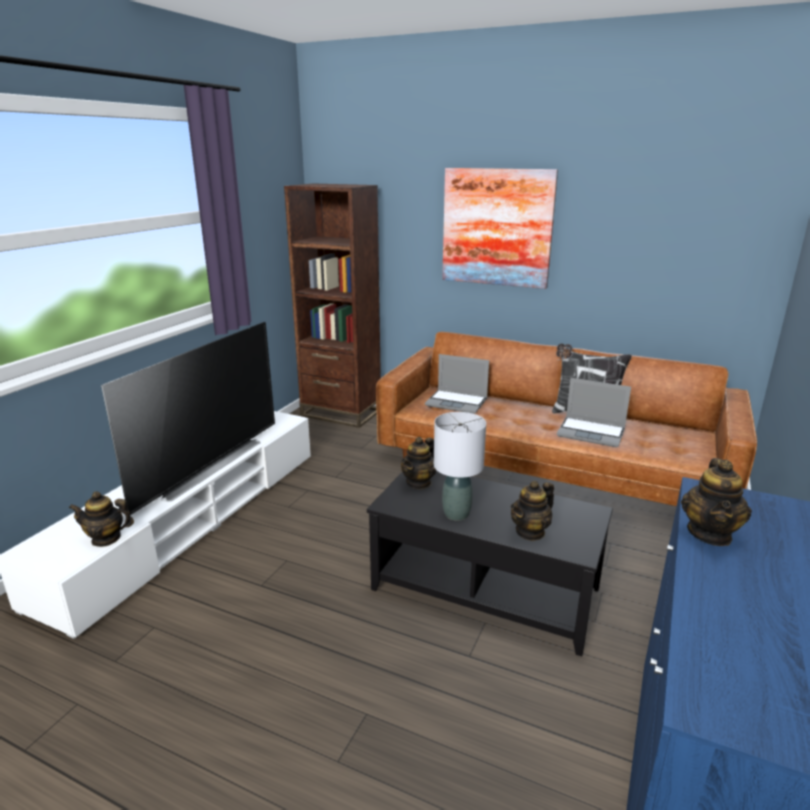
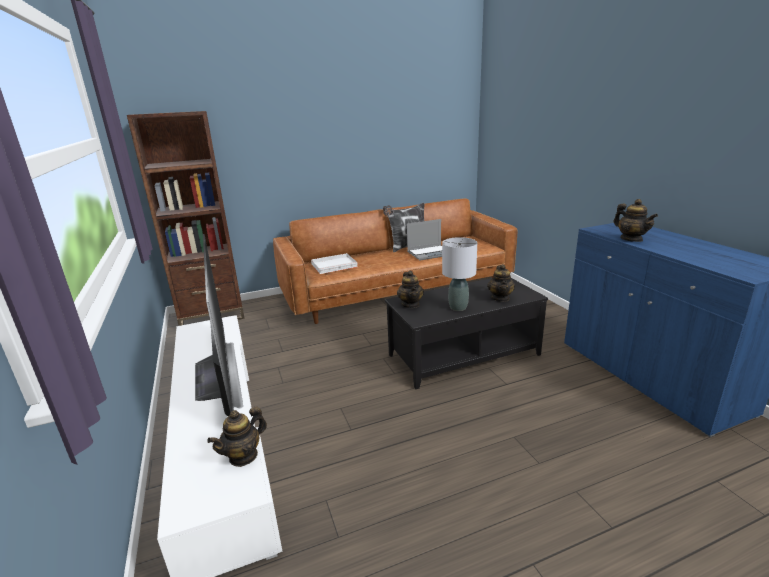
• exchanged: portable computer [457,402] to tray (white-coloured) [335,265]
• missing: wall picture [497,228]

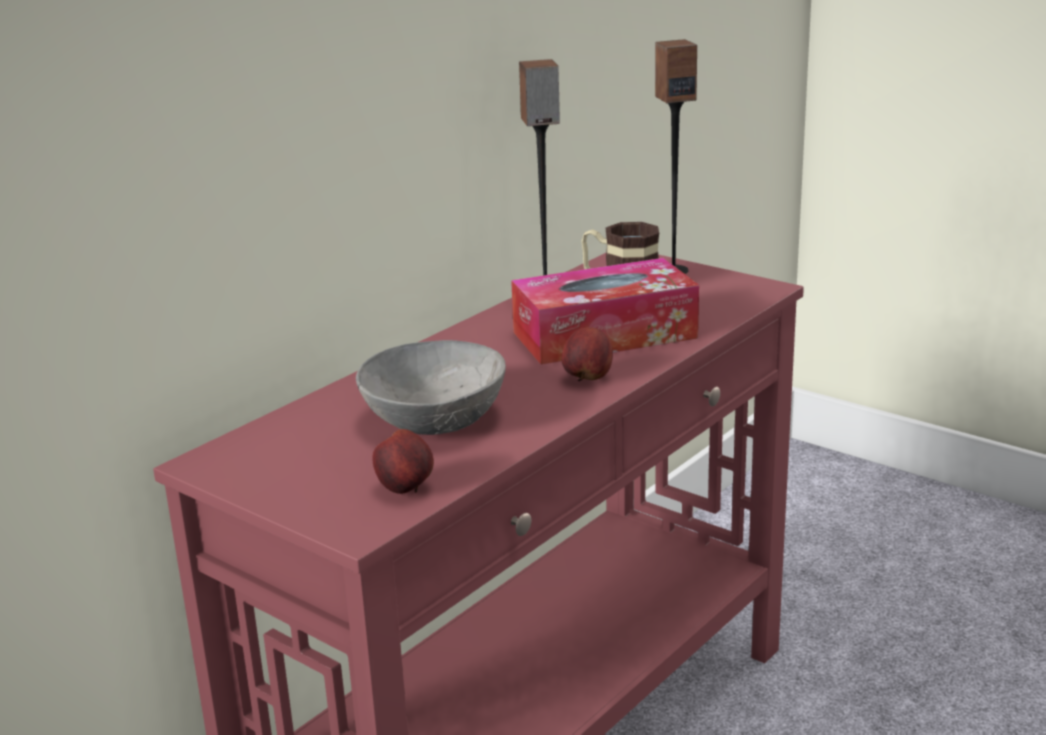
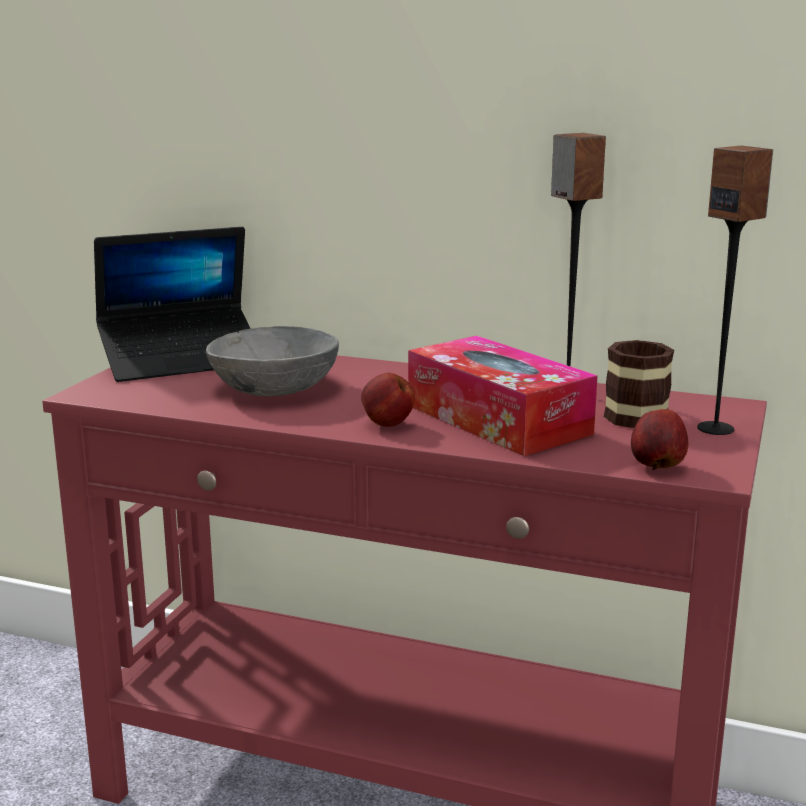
• appeared: portable computer [182,360]
• relocated: apple [406,489] to [657,467]

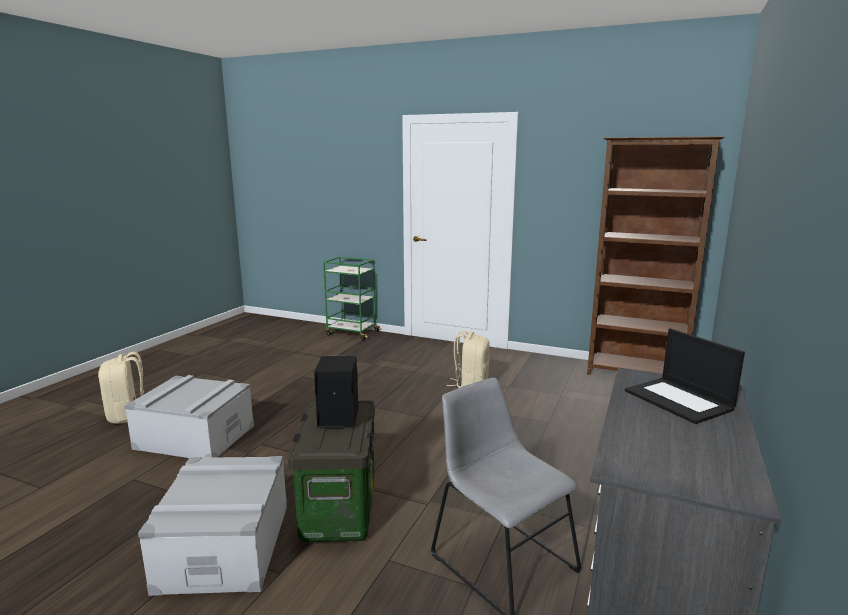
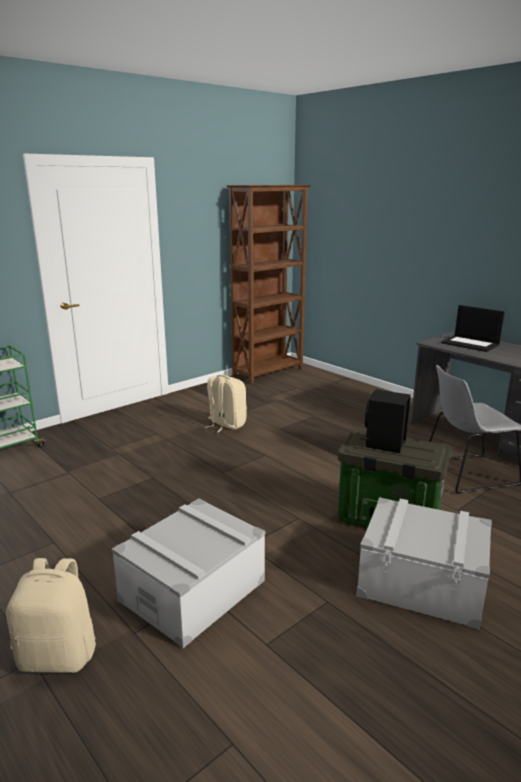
• spun: portable computer [679,400] = [471,344] 45 degrees clockwise

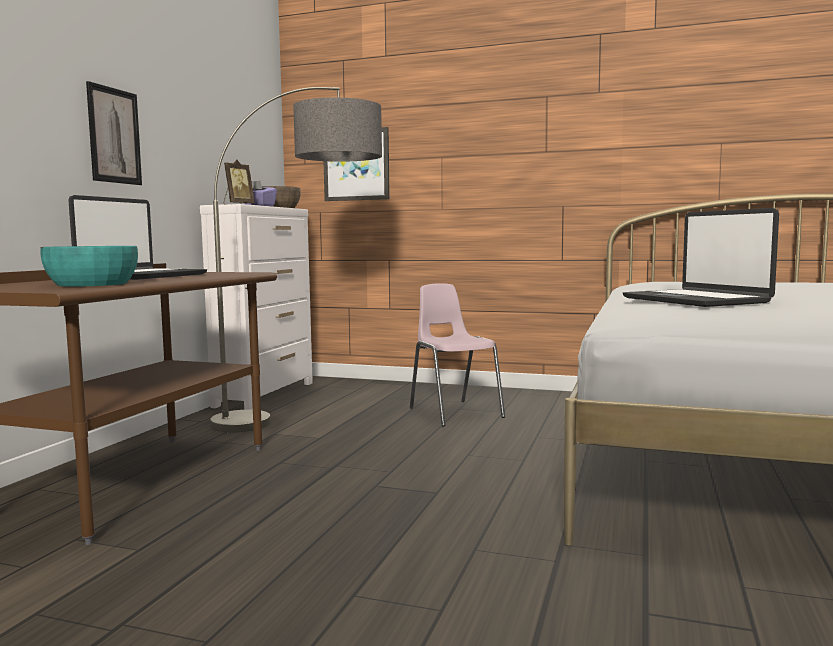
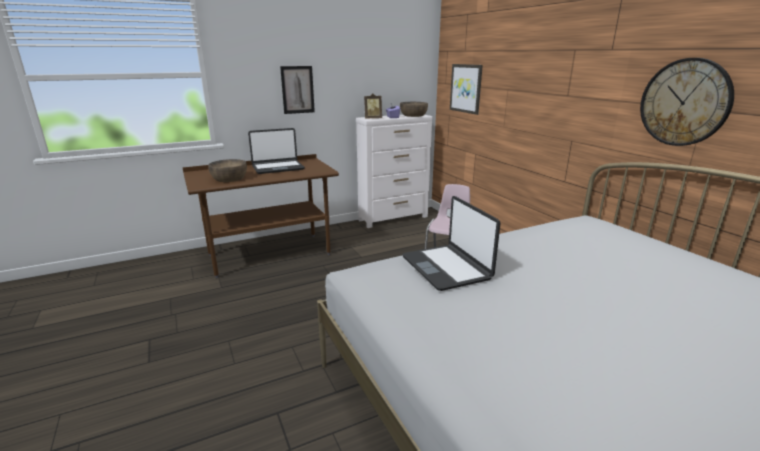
• colour: serving bowl (turquoise-coloured) [92,284] to serving bowl (brownish) [229,178]
• spun: portable computer [695,300] = [446,267] 45 degrees counterclockwise
• appeared: hanging clock [684,102]
• missing: floor lamp [311,418]

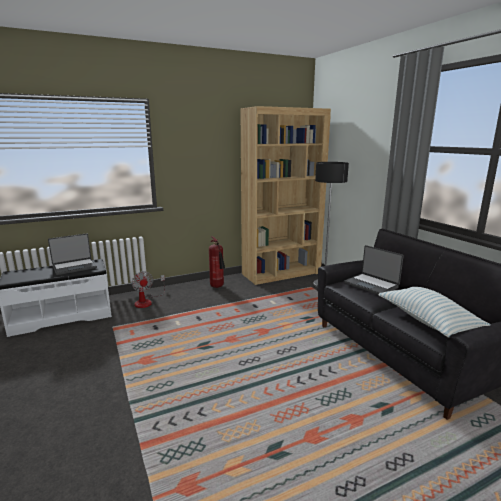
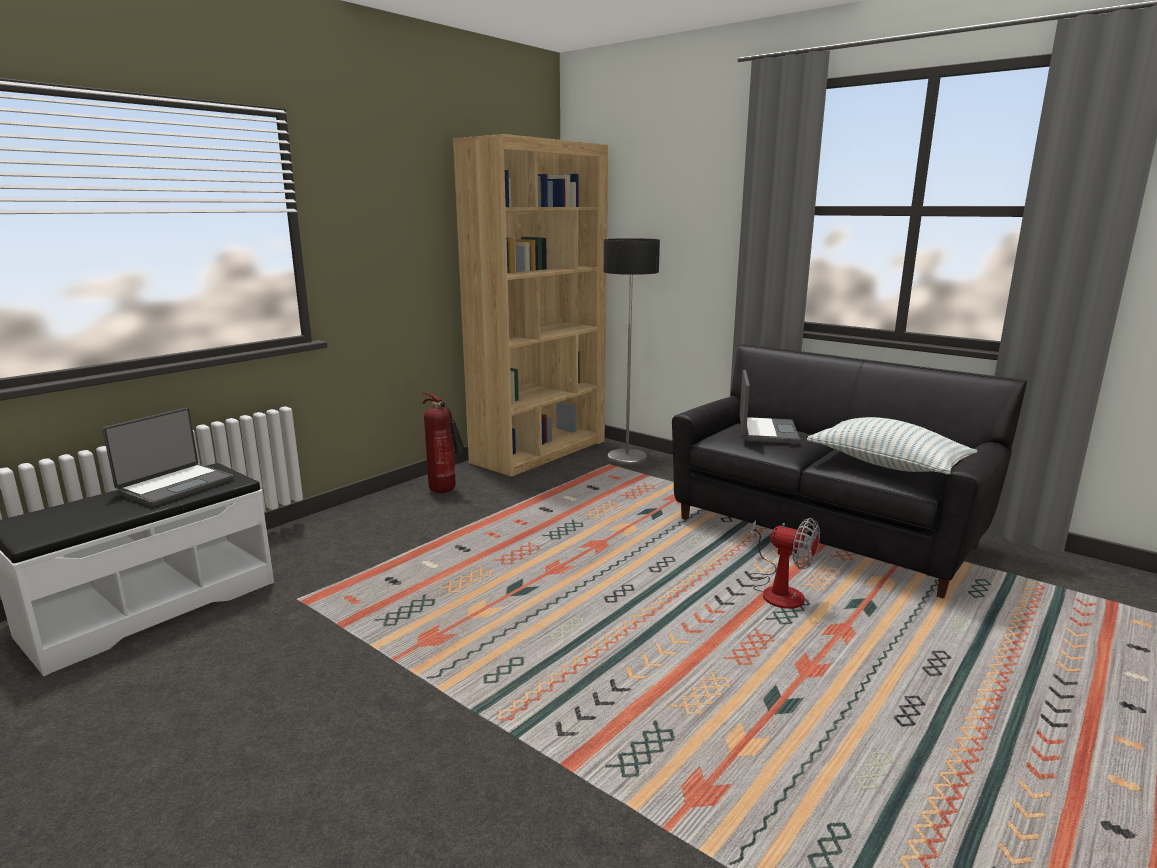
• spun: portable computer [372,285] = [766,432] 105 degrees counterclockwise
• relocated: cooling fan [147,301] to [778,591]

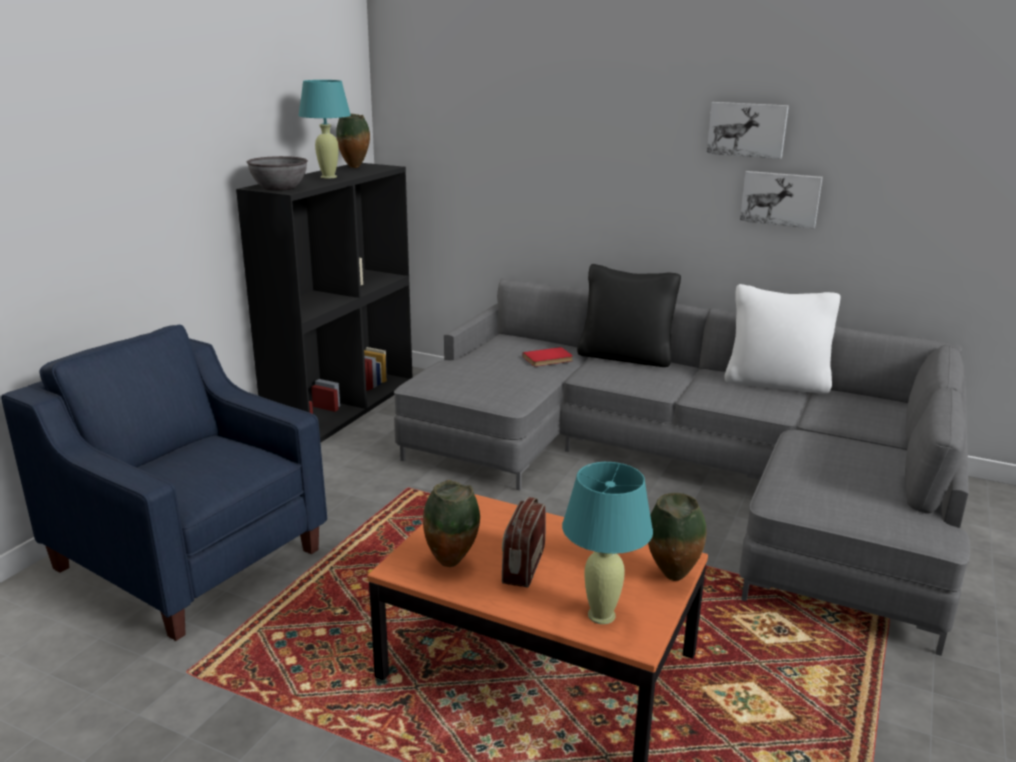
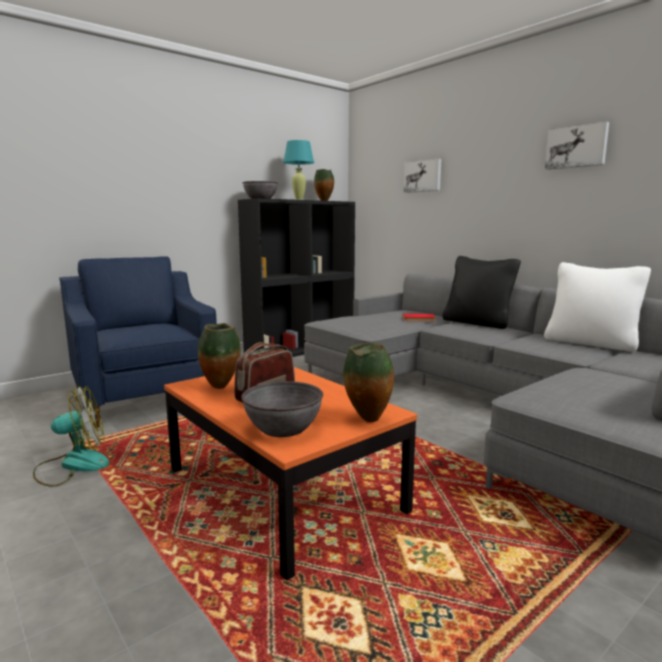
• appeared: cooling fan [73,465]
• exchanged: lamp for a table (turquoise-coloured) [602,615] to serving bowl (gray) [283,428]
• relocated: wall picture [780,198] to [423,176]

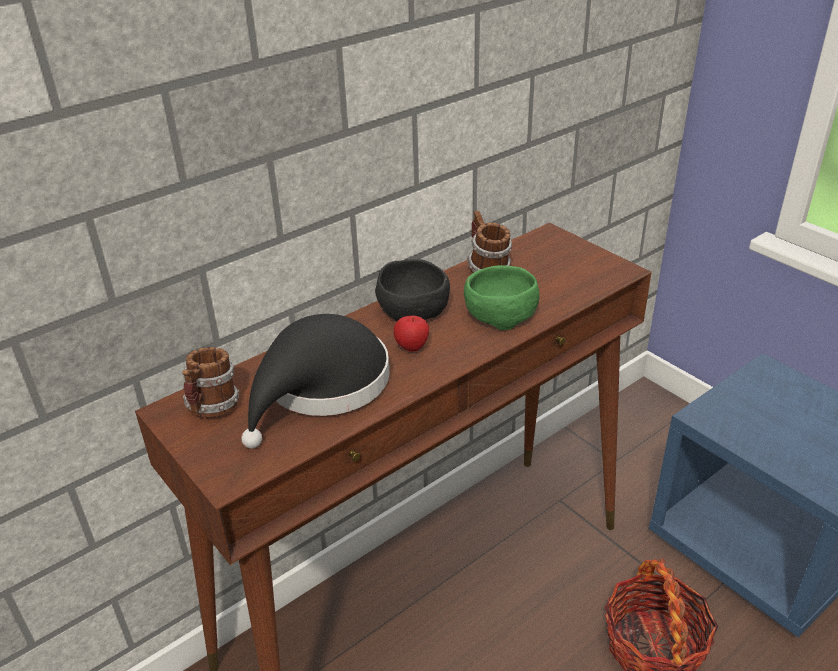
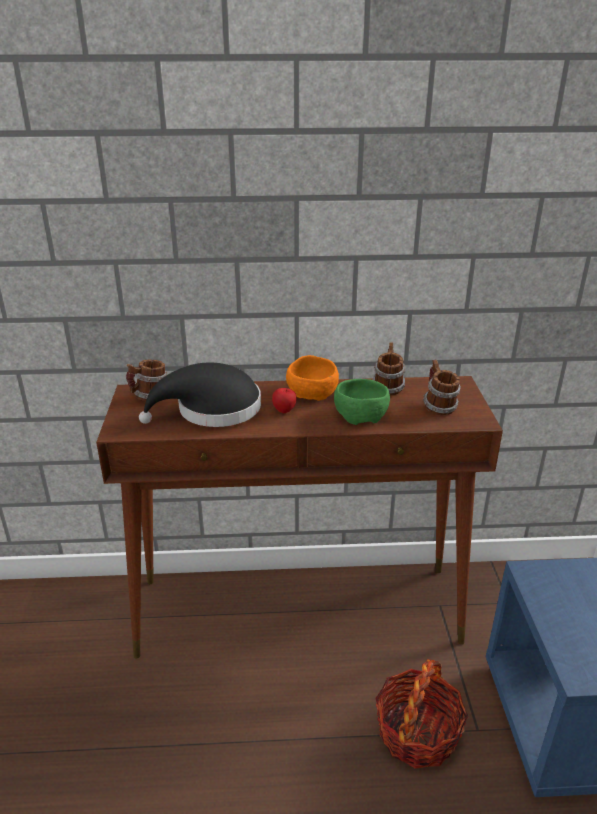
• colour: serving bowl (black-coloured) [414,310] to serving bowl (orange) [312,393]
• appeared: tea mug [438,407]

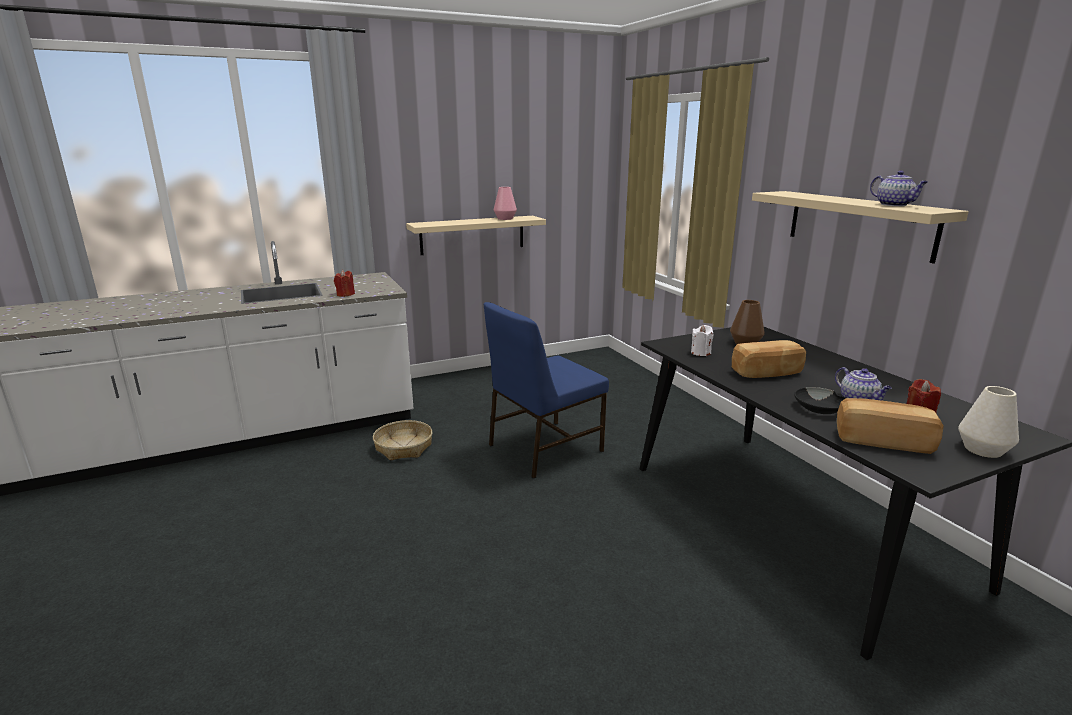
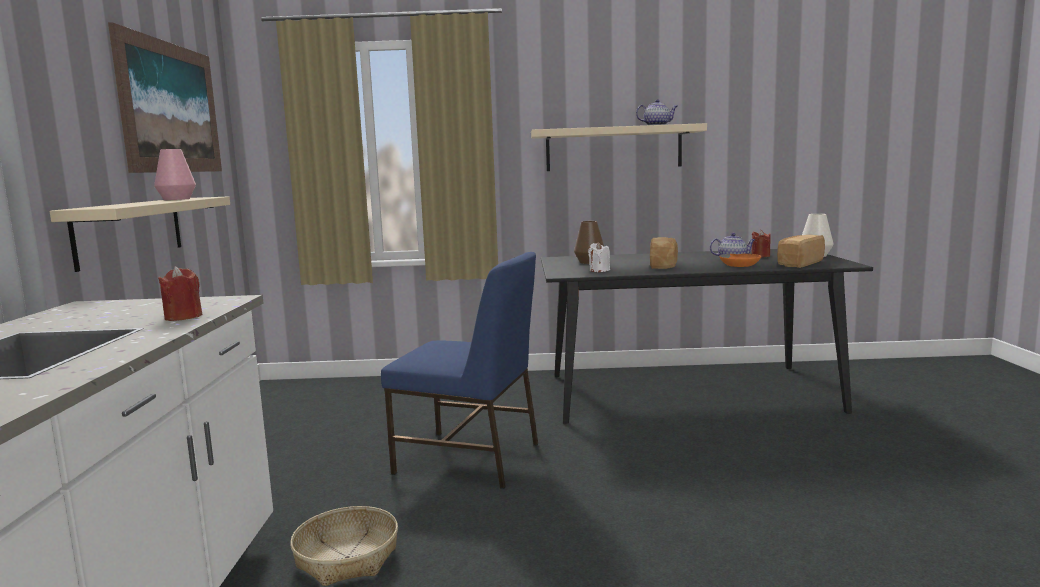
• appeared: wall picture [171,108]
• spun: plain chair (blue) [543,448] = [470,459] 60 degrees counterclockwise
• colour: serving bowl (black-coloured) [820,408] to serving bowl (orange) [740,265]

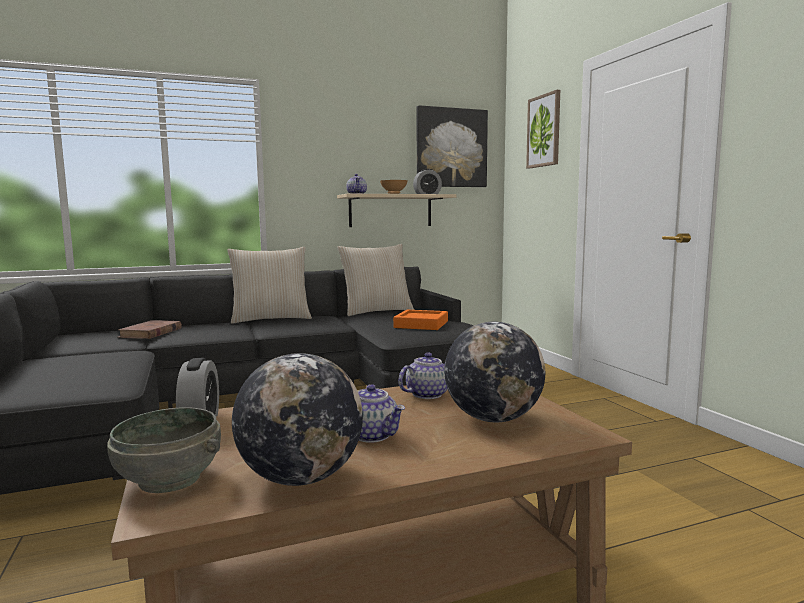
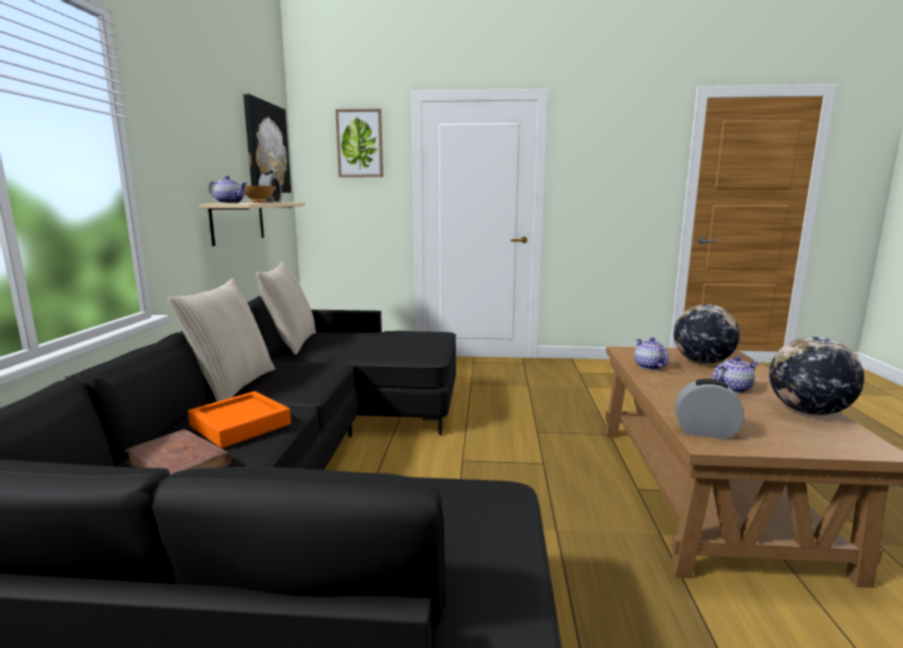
• relocated: tray (orange) [421,324] to [240,425]
• missing: serving bowl (gray) [171,478]

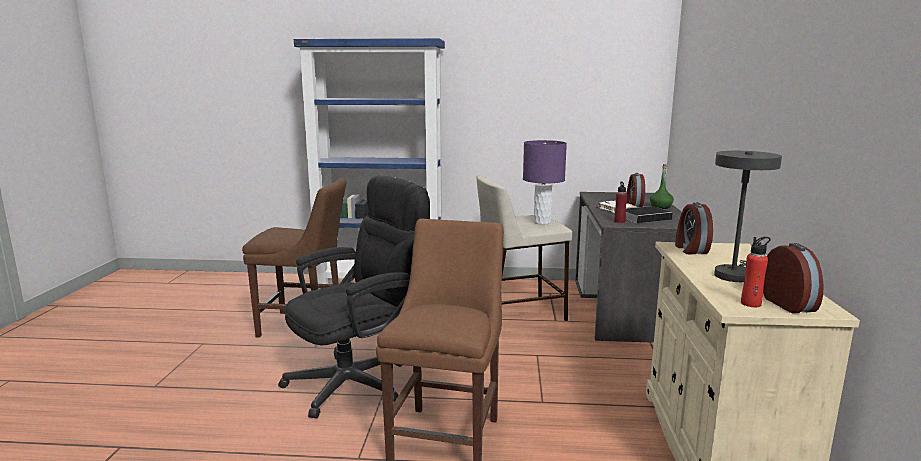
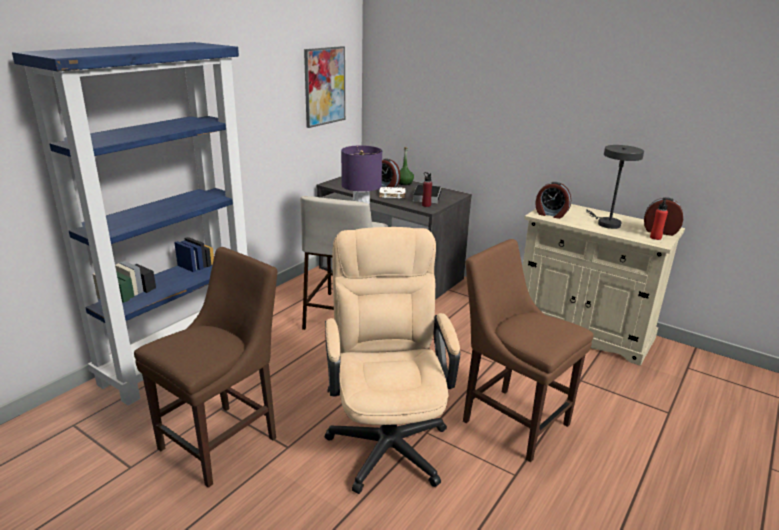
• appeared: wall picture [324,86]
• colour: desk chair (black-coloured) [359,380] to desk chair (beige) [387,437]

